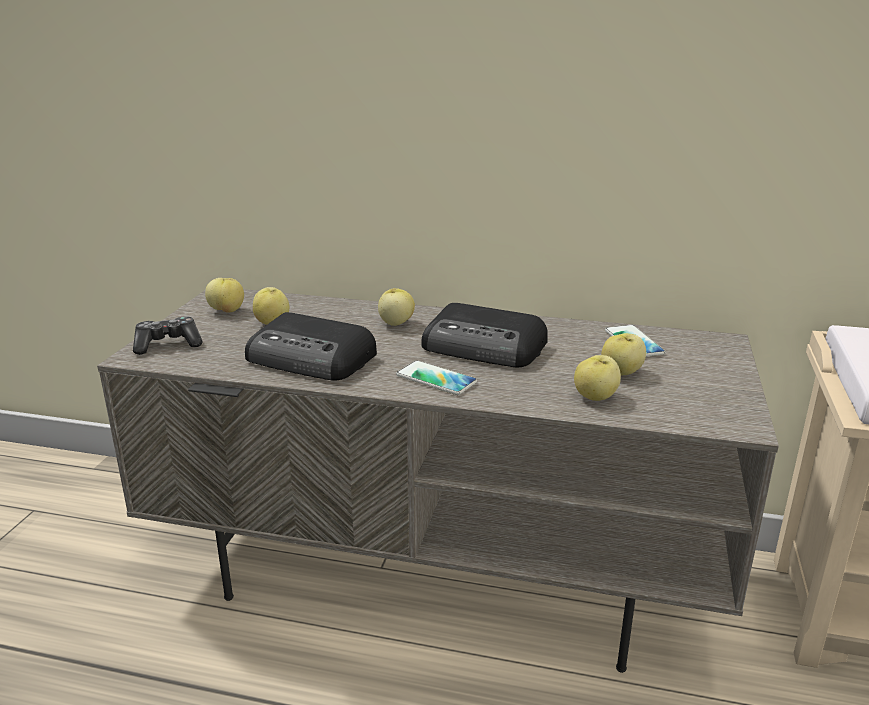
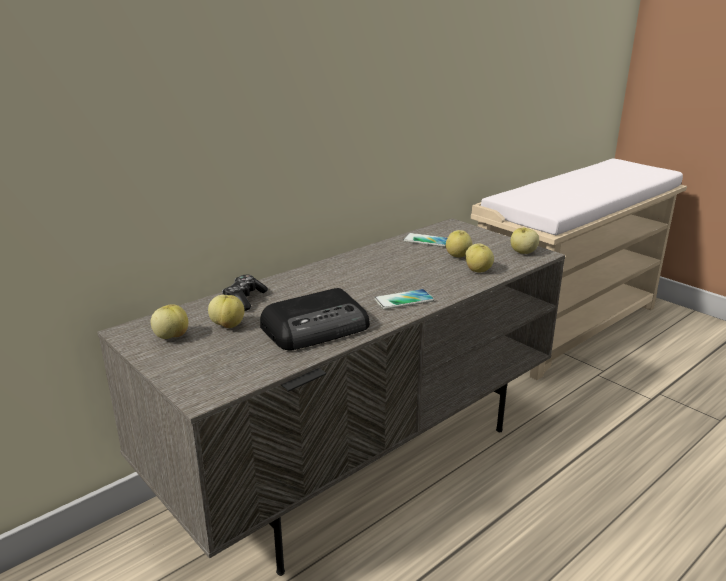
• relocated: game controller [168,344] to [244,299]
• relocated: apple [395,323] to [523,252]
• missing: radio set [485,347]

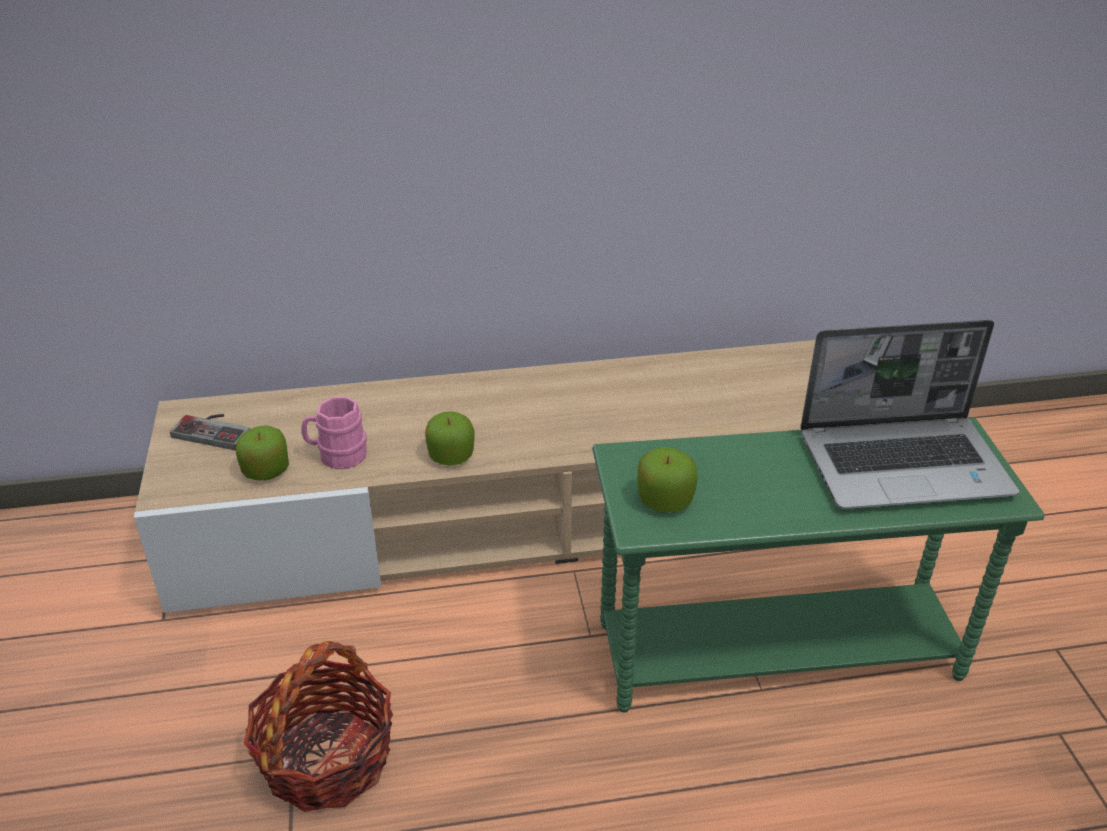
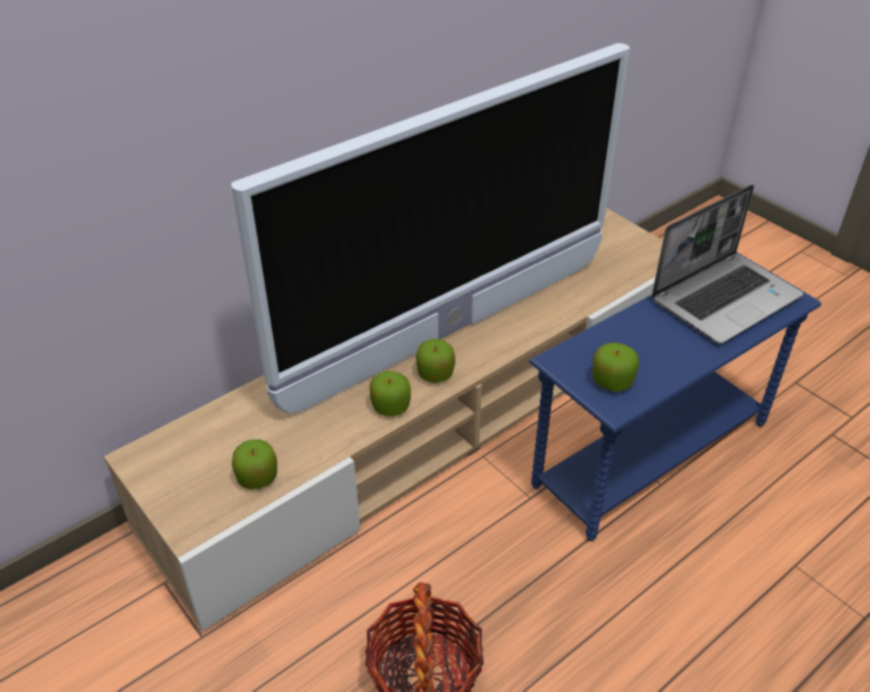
• appeared: TV set [450,331]
• appeared: apple [435,374]
• colour: side table (green-coloured) [777,649] to side table (blue) [650,453]
• missing: game controller [216,430]
• missing: tea mug (pinkish) [337,455]

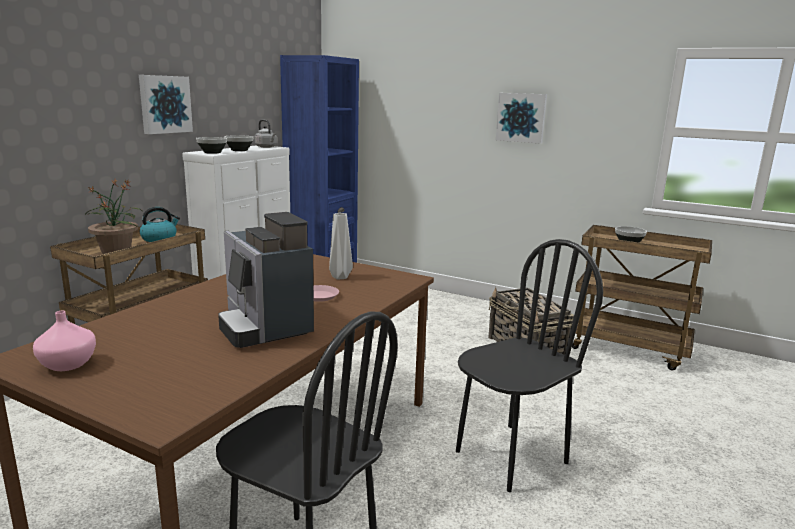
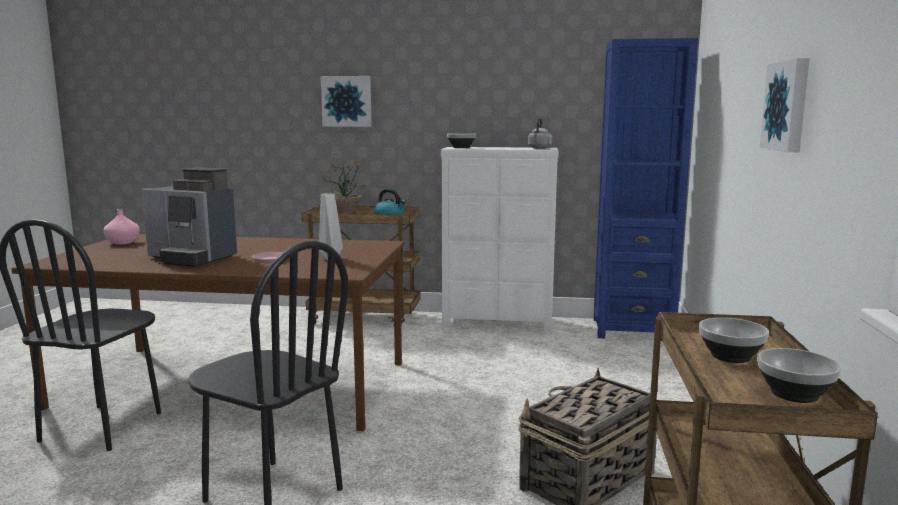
• spun: coffee brewer [264,326] = [192,258] 105 degrees counterclockwise
• relocated: wall picture [164,104] to [347,101]
• relocated: serving bowl [240,150] to [795,395]

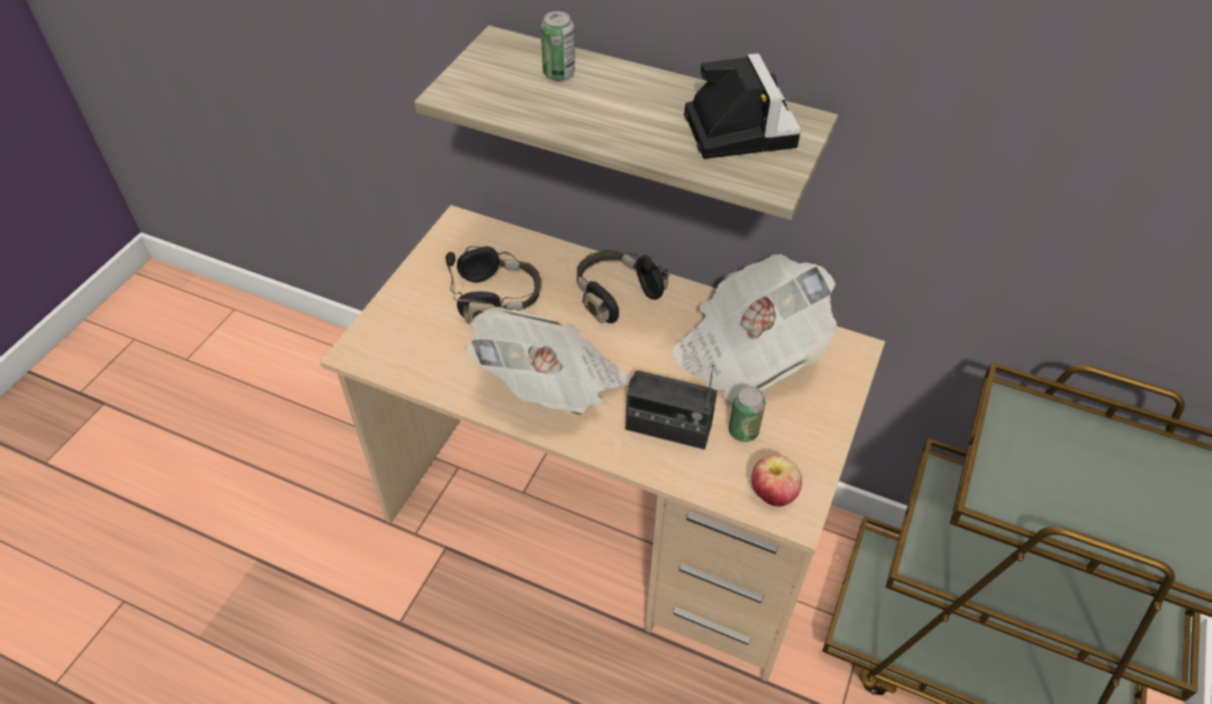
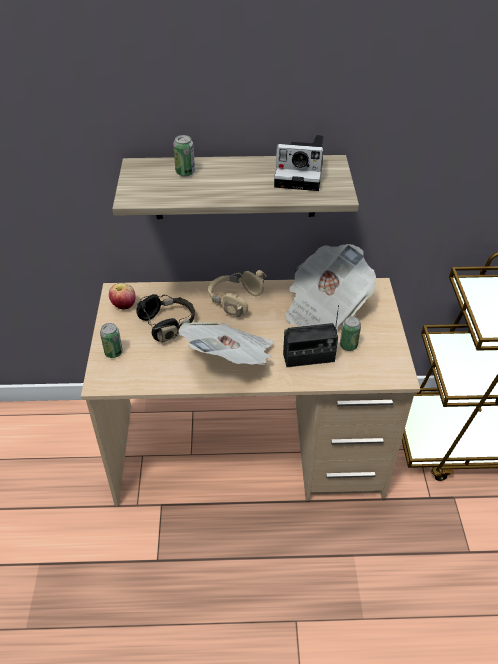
• appeared: sealed can [113,352]
• relocated: apple [773,494] to [124,305]
• colour: headset (black-coloured) [615,295] to headset (beige) [235,300]
• spun: photo camera [736,127] = [301,174] 135 degrees clockwise

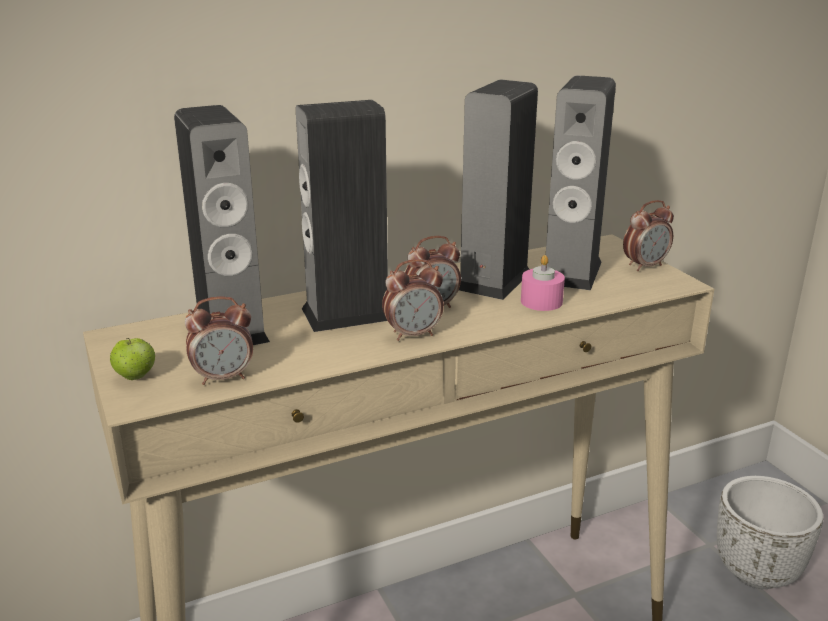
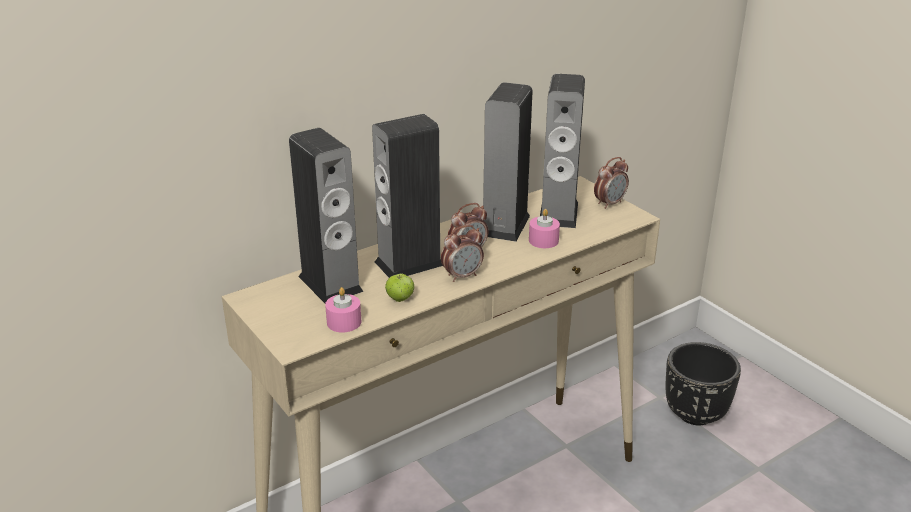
• exchanged: table clock [223,377] to wax candle (pinkish) [344,322]
• relocated: apple [135,376] to [400,299]
• colour: planter (white-coloured) [755,573] to planter (black-coloured) [694,414]

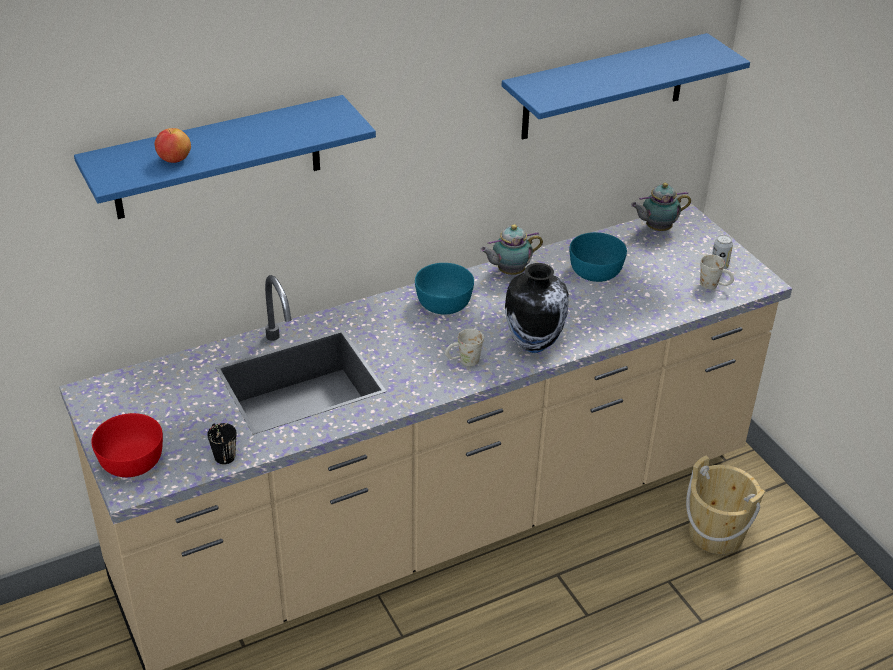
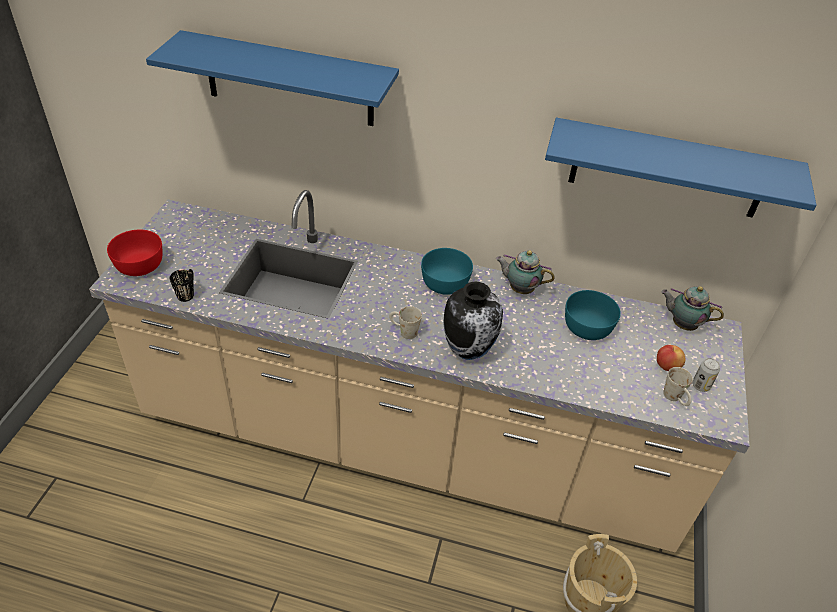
• relocated: apple [174,160] to [666,366]

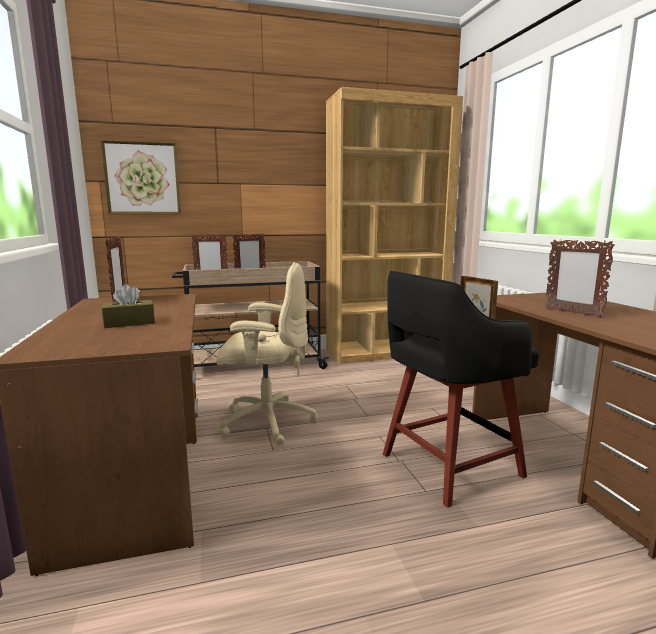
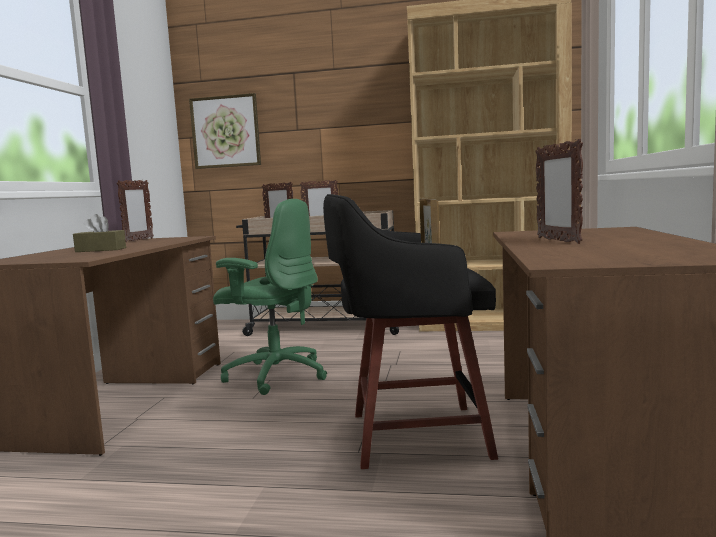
• colour: desk chair (beige) [266,422] to desk chair (green-coloured) [275,375]

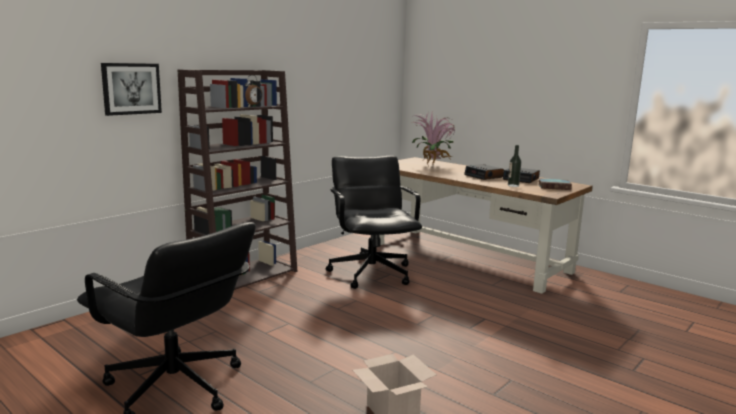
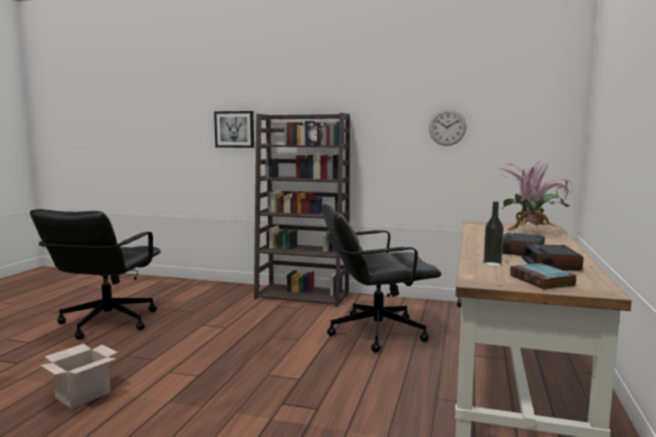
• spun: desk chair (black-coloured) [371,273] = [376,332] 150 degrees counterclockwise
• appeared: hanging clock [447,127]

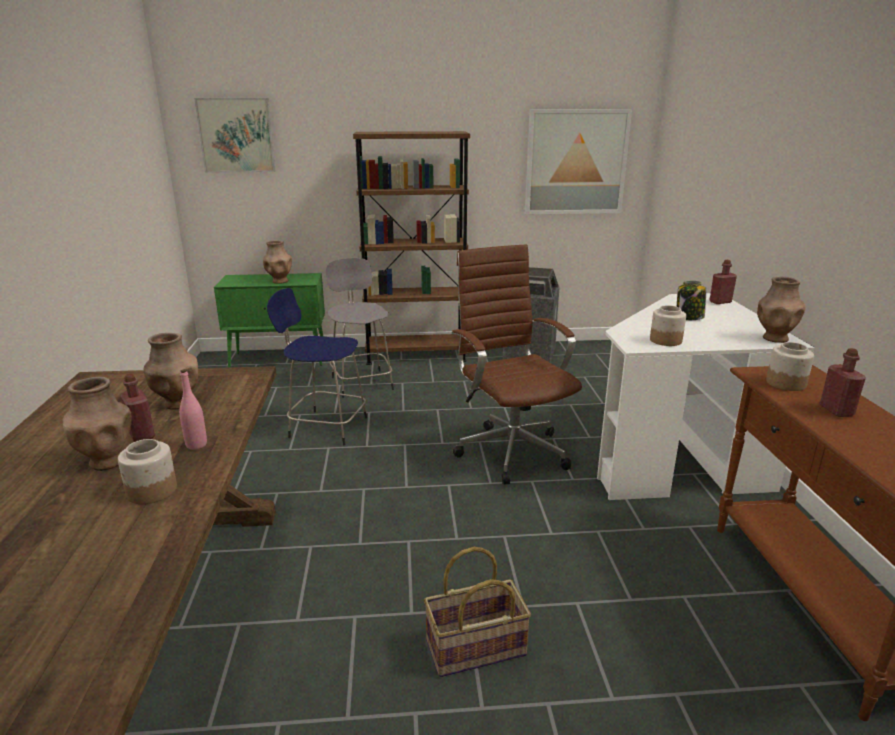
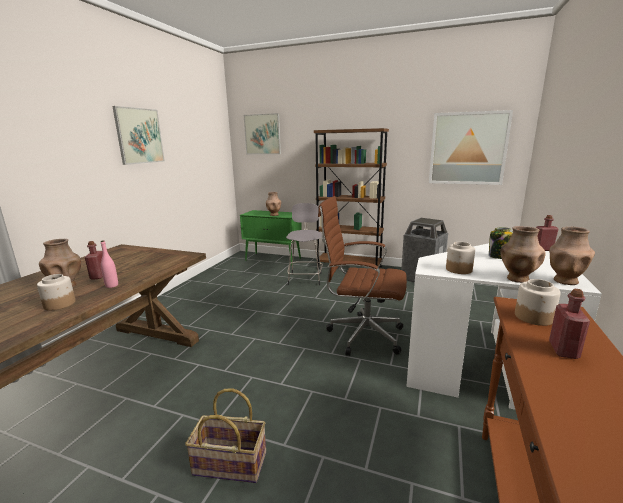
• appeared: wall picture [139,136]
• spun: desk chair (brownish) [510,450] = [361,335] 75 degrees counterclockwise
• relocated: vase (brownish) [178,404] to [517,279]
• missing: sitting stool (blue) [325,427]

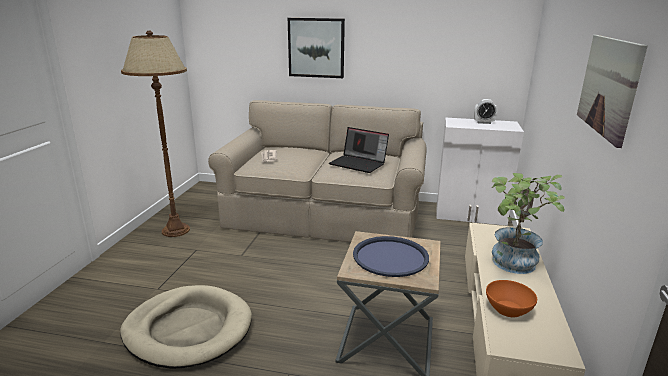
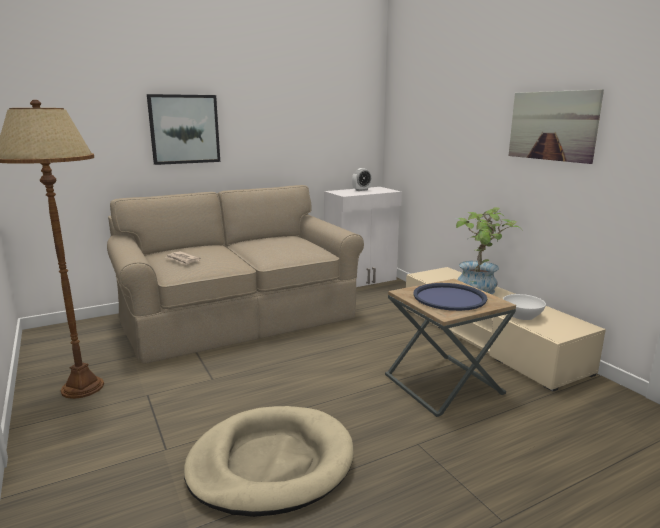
• colour: serving bowl (orange) [508,309] to serving bowl (white-coloured) [522,315]
• missing: portable computer [359,164]

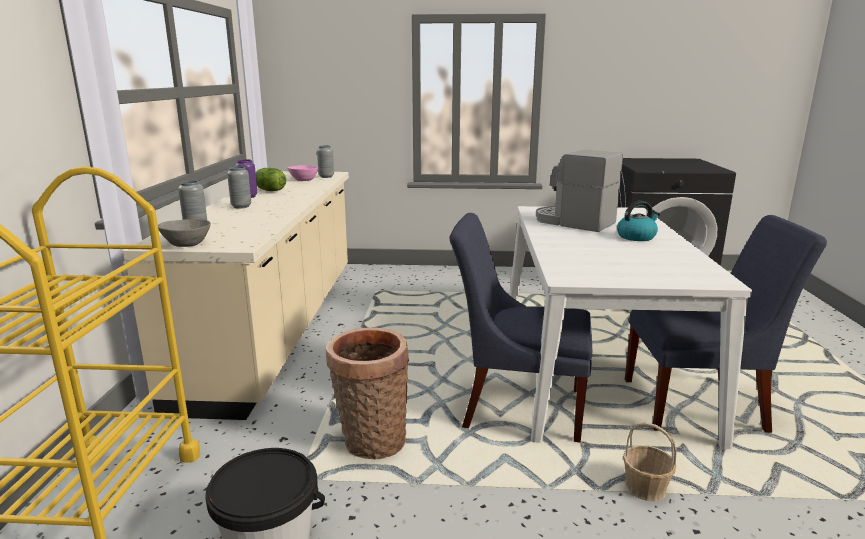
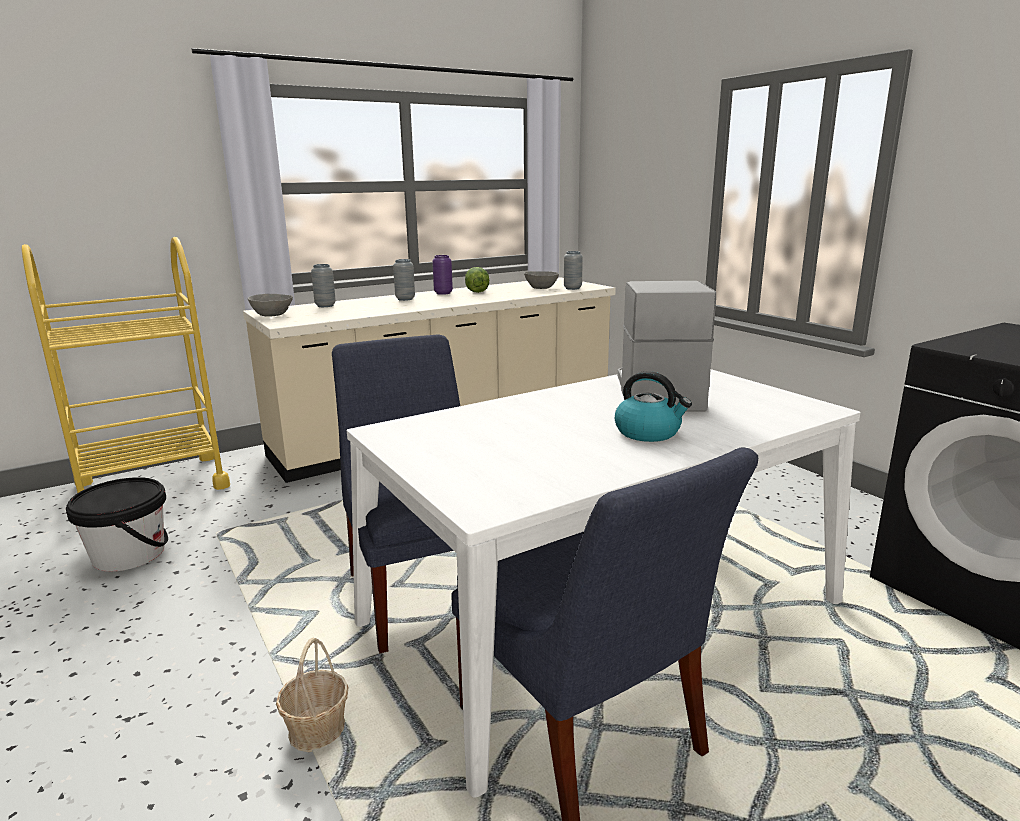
• colour: serving bowl (pinkish) [304,180] to serving bowl (gray) [542,288]
• missing: basket [370,442]

